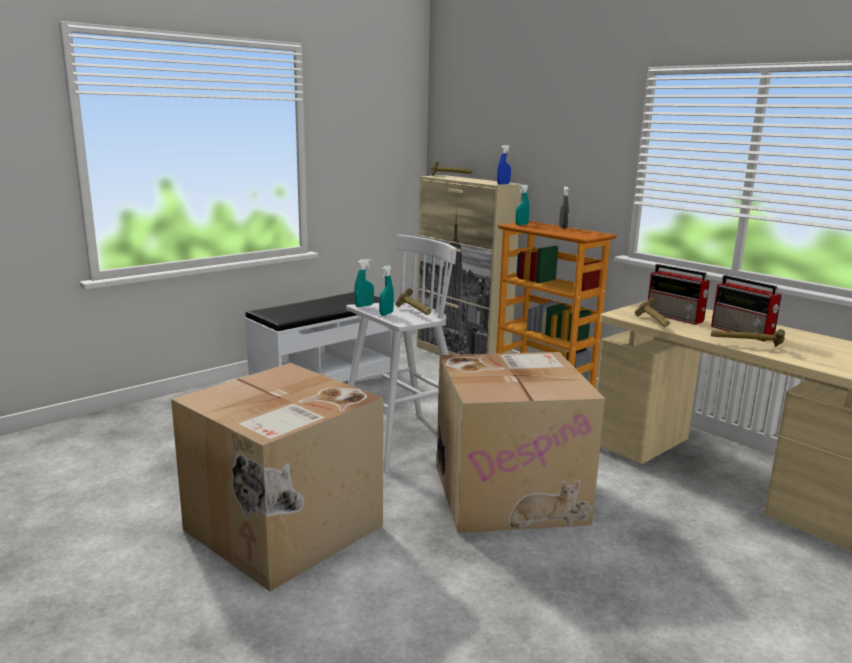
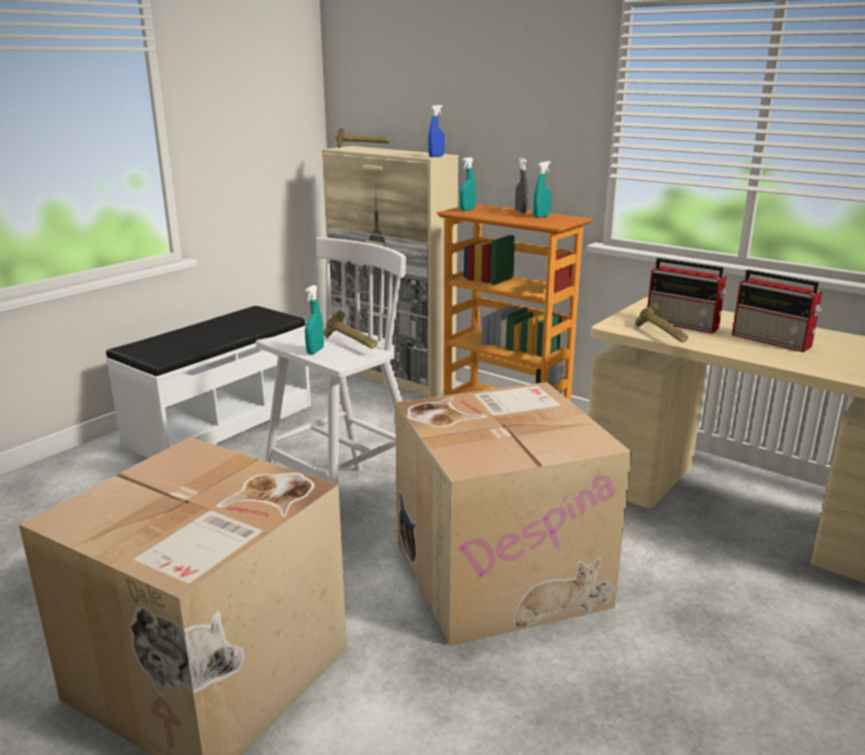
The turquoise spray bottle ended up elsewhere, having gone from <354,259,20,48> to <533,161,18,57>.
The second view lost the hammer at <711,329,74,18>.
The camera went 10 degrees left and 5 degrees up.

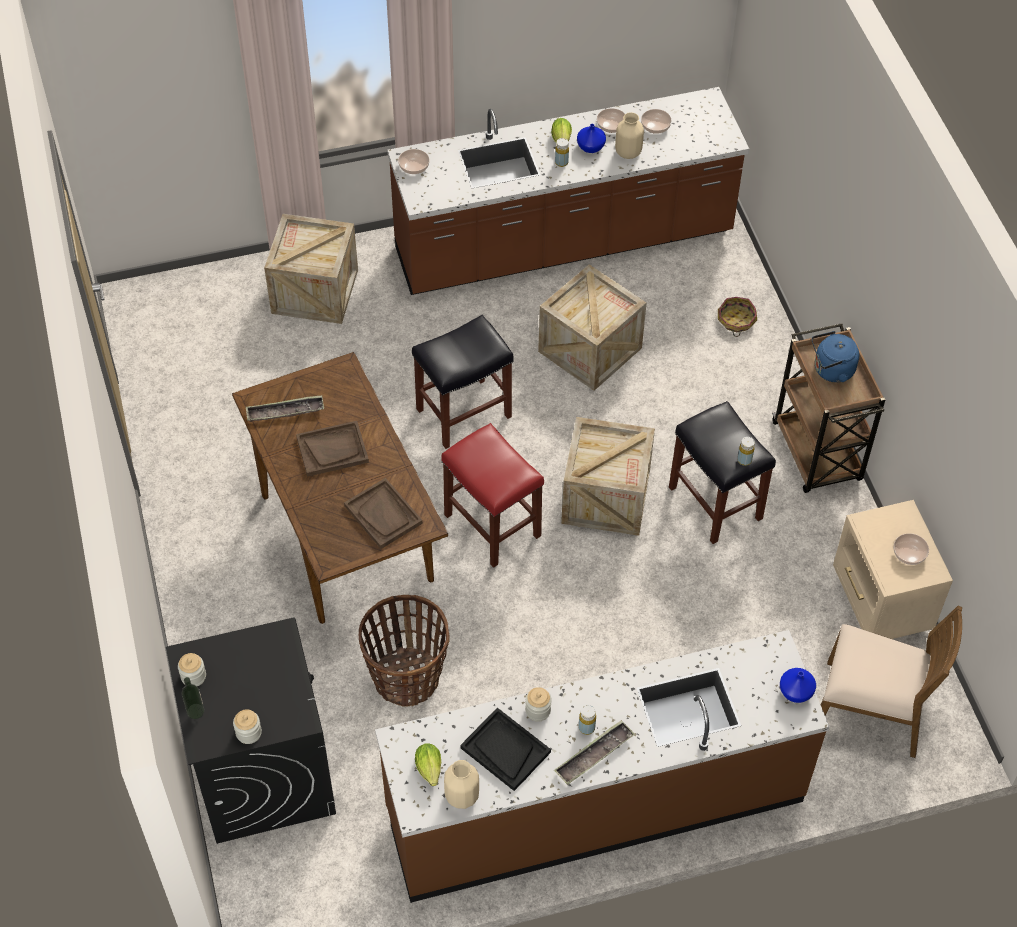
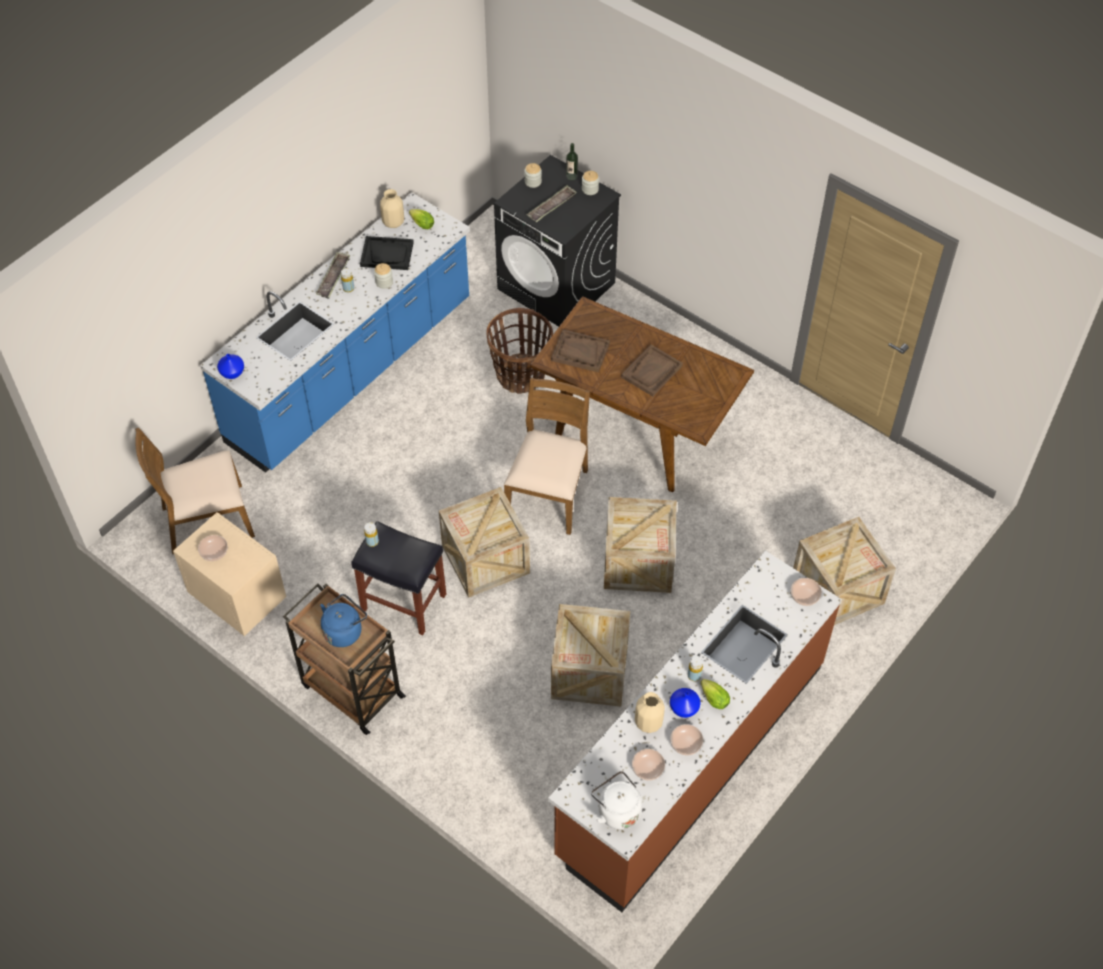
The tray ended up elsewhere, having gone from <246,395,78,27> to <526,185,51,37>.
What was the brown counter at <375,630,455,273> turned into the blue counter at <200,192,270,281>.
Where the black stool stood at <412,315,102,134>, the crate came to stand at <604,497,73,96>.
Where the red stool stood at <441,423,103,145>, the brown chair came to stand at <504,378,86,157>.
The second view lost the basket at <718,297,39,40>.
The second view gained the white kettle at <591,771,51,59>.
The camera went 145 degrees right and 0 degrees up.

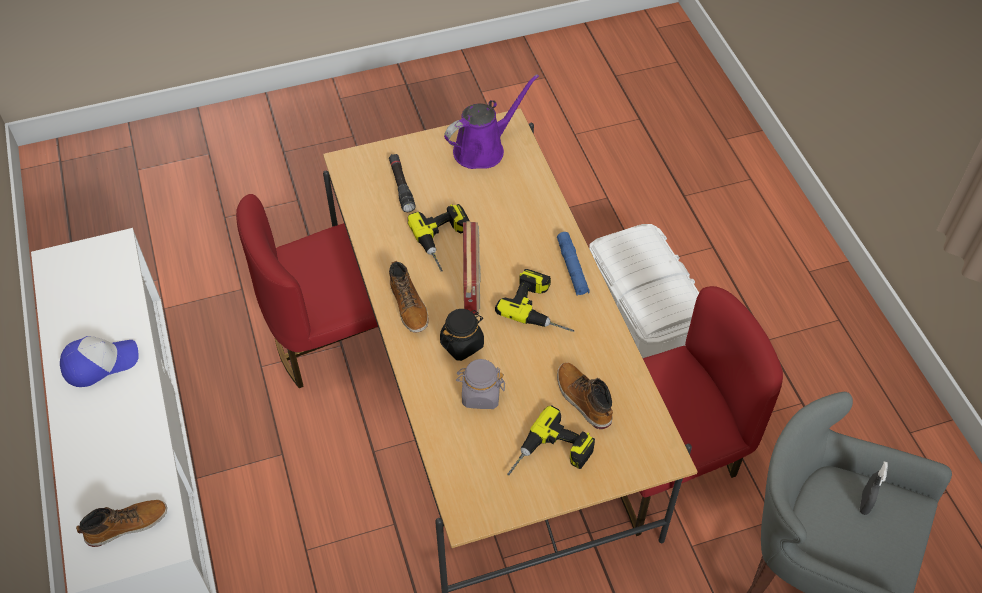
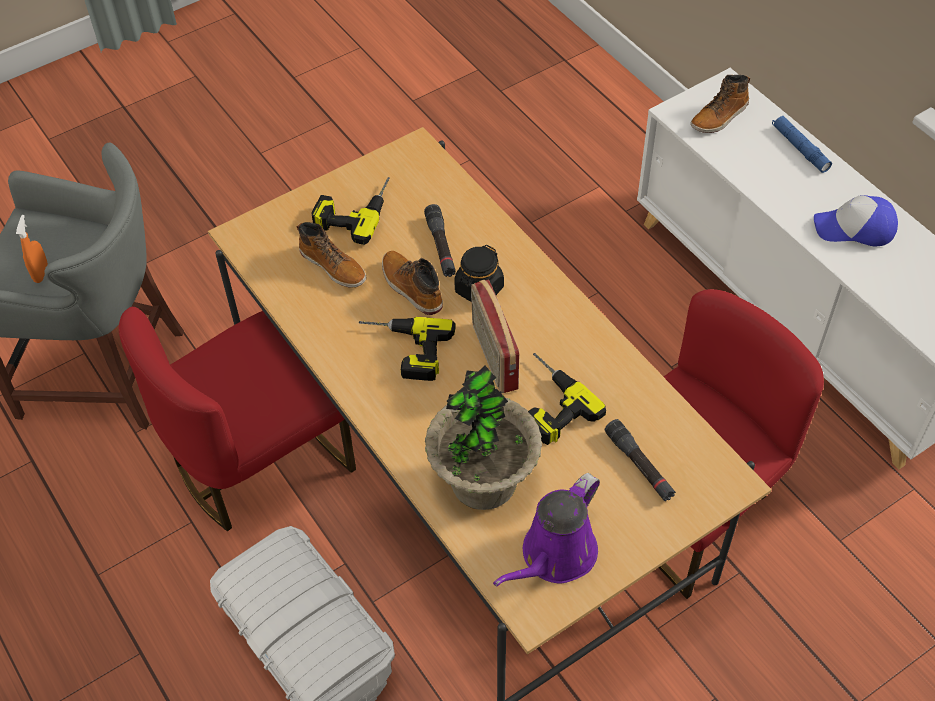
The cap at <60,336,78,51> ended up facing another way, 45 degrees clockwise from before.
The boot ended up elsewhere, having gone from <389,260,39,73> to <382,251,61,64>.
Where the grey jar stood at <456,359,49,50>, the black flashlight came to stand at <424,204,32,73>.
The blue flashlight ended up elsewhere, having gone from <557,232,33,64> to <772,116,60,57>.
What was the grey spray bottle at <860,462,28,53> turned into the orange spray bottle at <16,215,32,68>.
The second view gained the potted plant at <425,366,117,144>.
The camera went 165 degrees right and 0 degrees up.

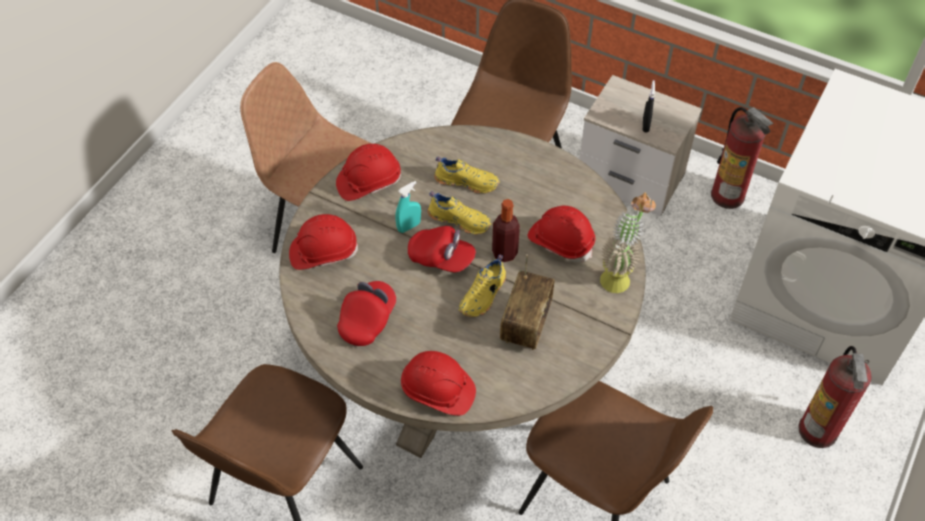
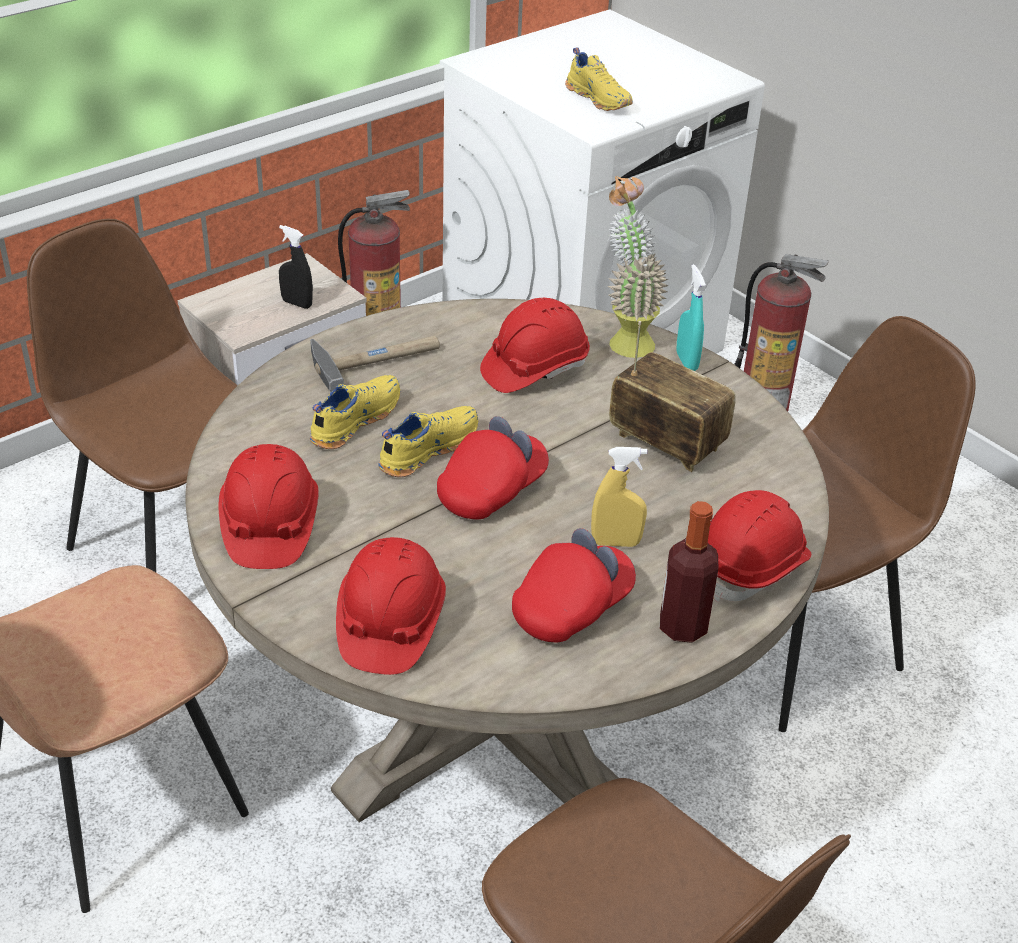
The red cap at <337,281,59,65> ended up facing another way, 90 degrees clockwise from before.
The turquoise spray bottle ended up elsewhere, having gone from <395,181,26,52> to <676,264,30,107>.
The yellow shoe ended up elsewhere, having gone from <459,255,47,62> to <565,47,68,64>.
The bottle ended up elsewhere, having gone from <492,199,28,63> to <660,501,58,142>.
The second view gained the hammer at <310,336,130,56>.
The second view gained the yellow spray bottle at <591,447,56,100>.
The camera went 70 degrees left and 15 degrees down.

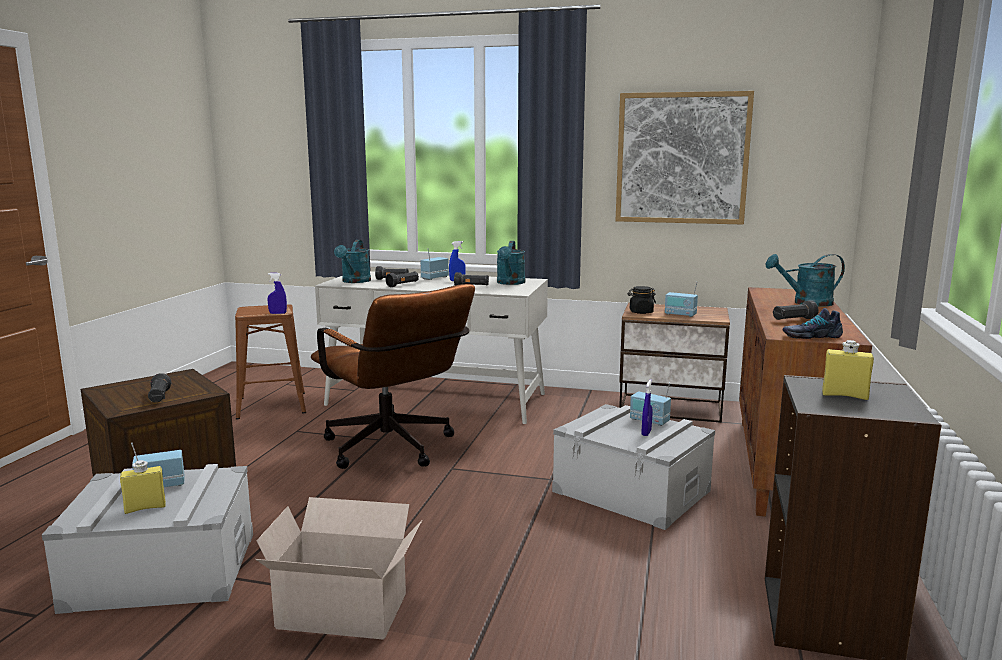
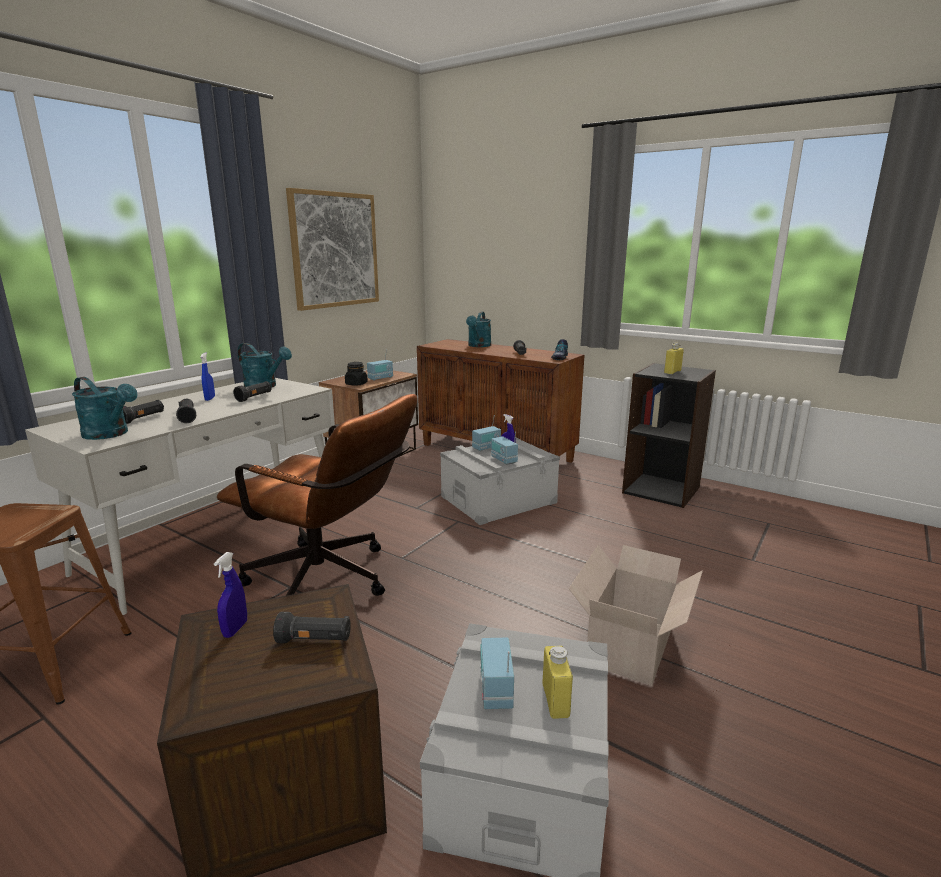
The blue spray bottle ended up elsewhere, having gone from <267,273,20,41> to <214,552,33,86>.
The brown office chair at <311,284,164,185> ended up facing another way, 45 degrees clockwise from before.
The radio ended up elsewhere, having gone from <420,248,29,32> to <491,432,27,33>.
The camera went 70 degrees left and 5 degrees up.

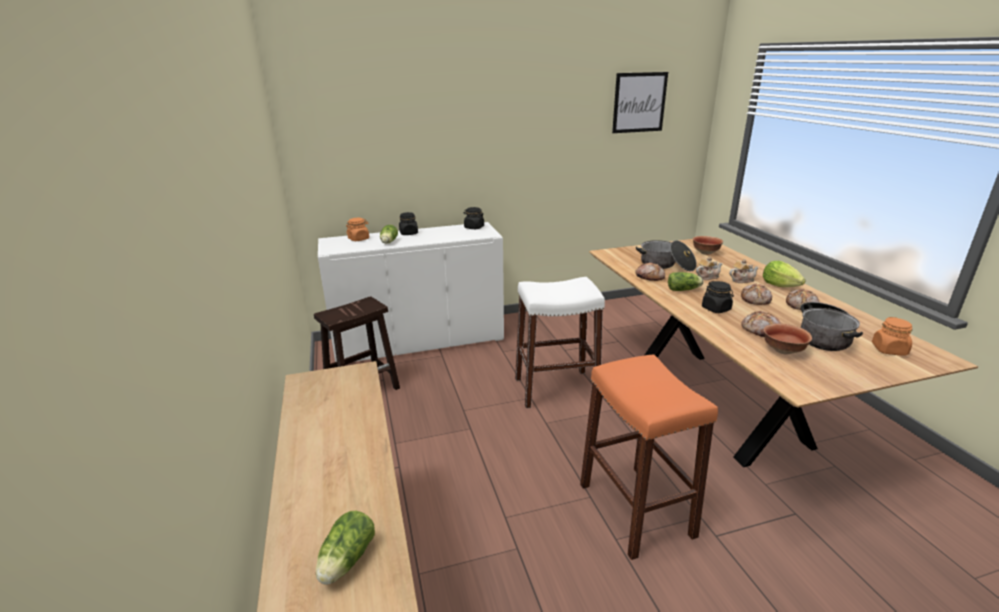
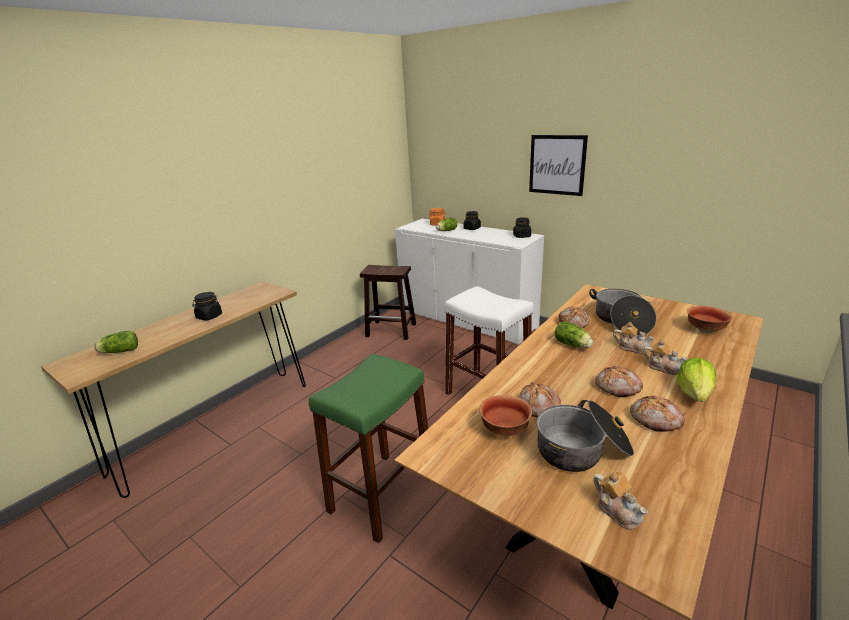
What was the orange stool at <580,354,138,206> turned into the green stool at <309,354,120,189>.
The picture ended up elsewhere, having gone from <612,72,56,61> to <529,135,59,61>.
The black jar ended up elsewhere, having gone from <702,281,32,32> to <192,292,30,29>.
Where the orange jar stood at <872,317,40,38>, the teapot came to stand at <593,471,55,59>.
The camera went 55 degrees right and 0 degrees up.

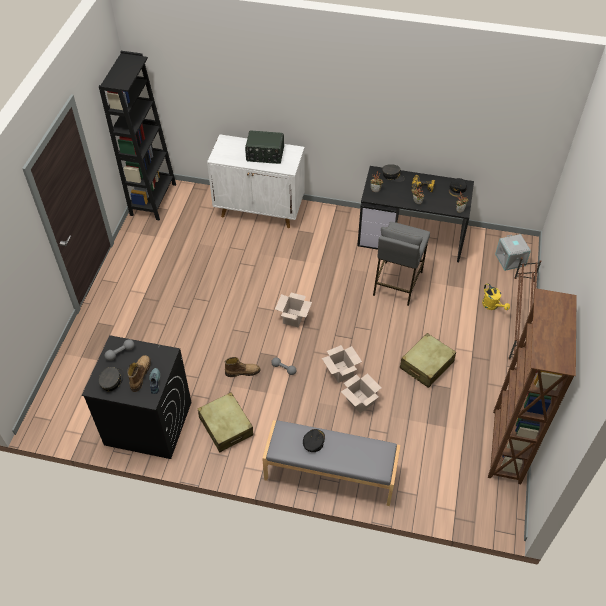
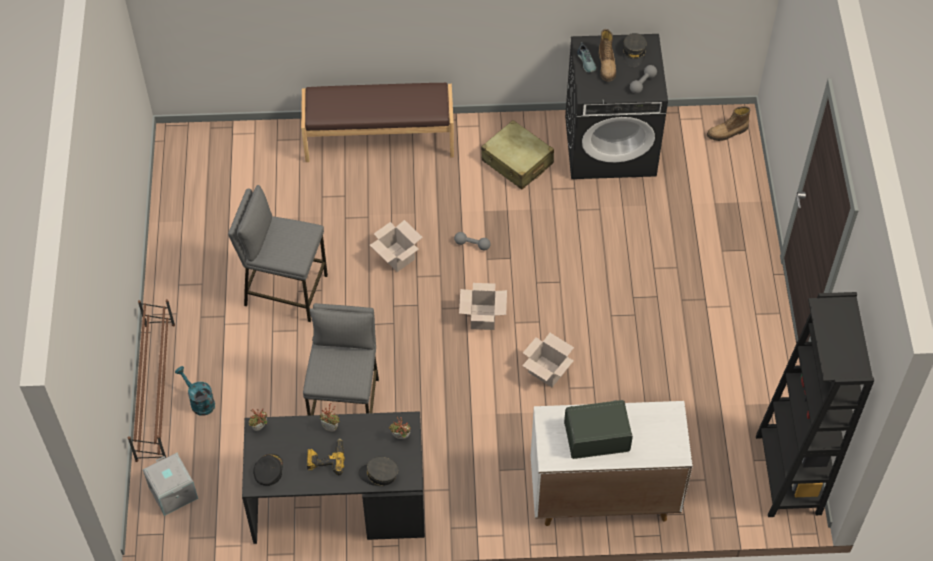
The boot ended up elsewhere, having gone from <225,357,36,20> to <707,106,43,35>.
What was the grey bench at <262,420,138,86> turned into the brown bench at <301,83,153,79>.
The second view lost the black cap at <303,429,22,23>.
The cardboard box ended up elsewhere, having gone from <341,374,41,39> to <522,333,52,54>.
Where the beige suitcase stood at <400,333,56,55>, the grey stool came to stand at <228,185,100,137>.
What was the yellow watering can at <482,283,28,27> turned into the turquoise watering can at <175,366,40,50>.
The second view lost the brown bookcase at <488,288,89,196>.
The camera went 165 degrees right and 5 degrees up.

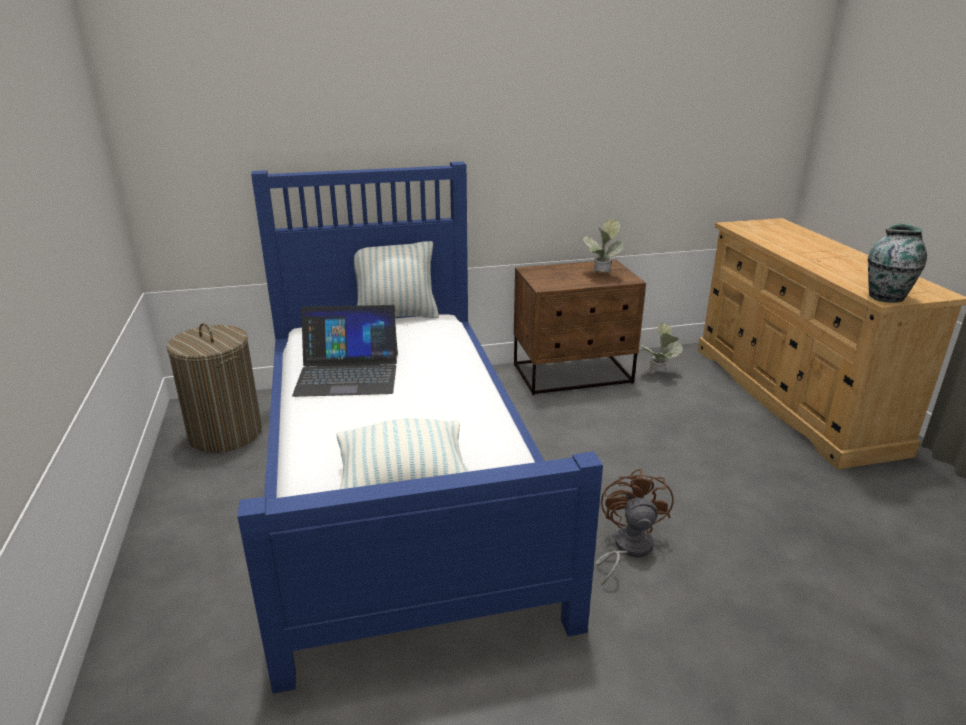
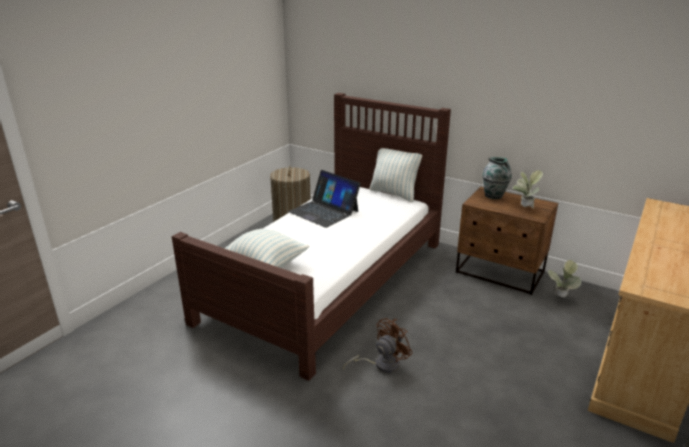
What was the blue bed at <237,162,366,532> turned into the brown bed at <171,93,280,288>.
The vase ended up elsewhere, having gone from <868,224,59,79> to <482,157,30,42>.
The camera went 45 degrees right and 0 degrees up.

